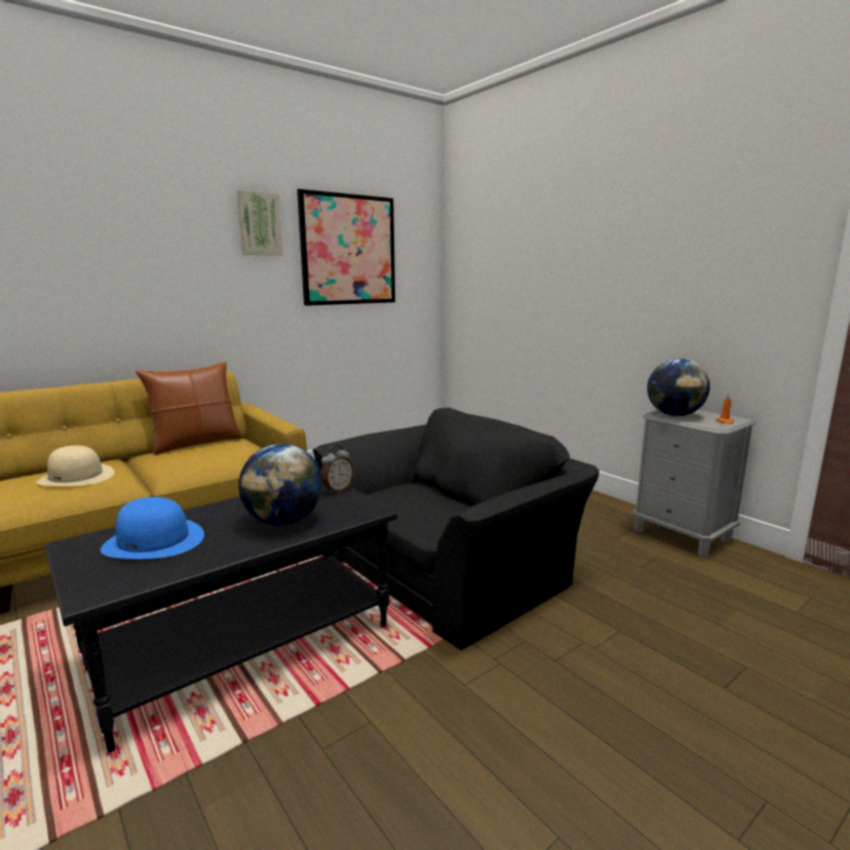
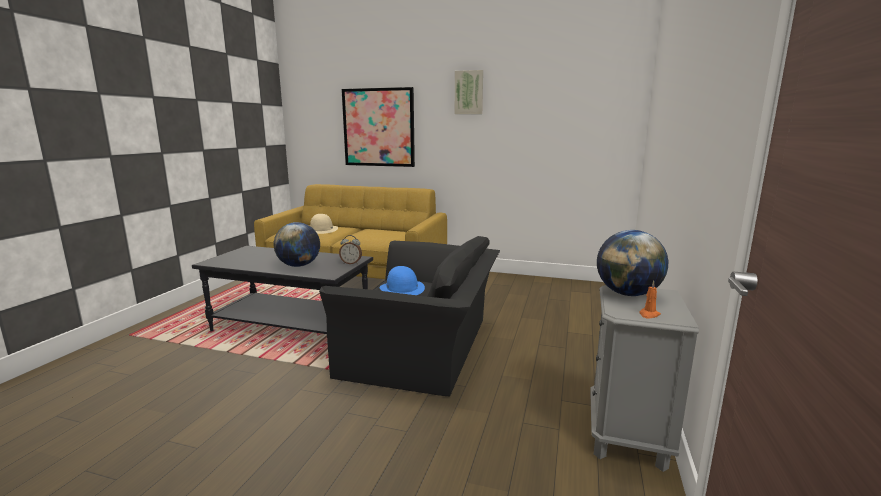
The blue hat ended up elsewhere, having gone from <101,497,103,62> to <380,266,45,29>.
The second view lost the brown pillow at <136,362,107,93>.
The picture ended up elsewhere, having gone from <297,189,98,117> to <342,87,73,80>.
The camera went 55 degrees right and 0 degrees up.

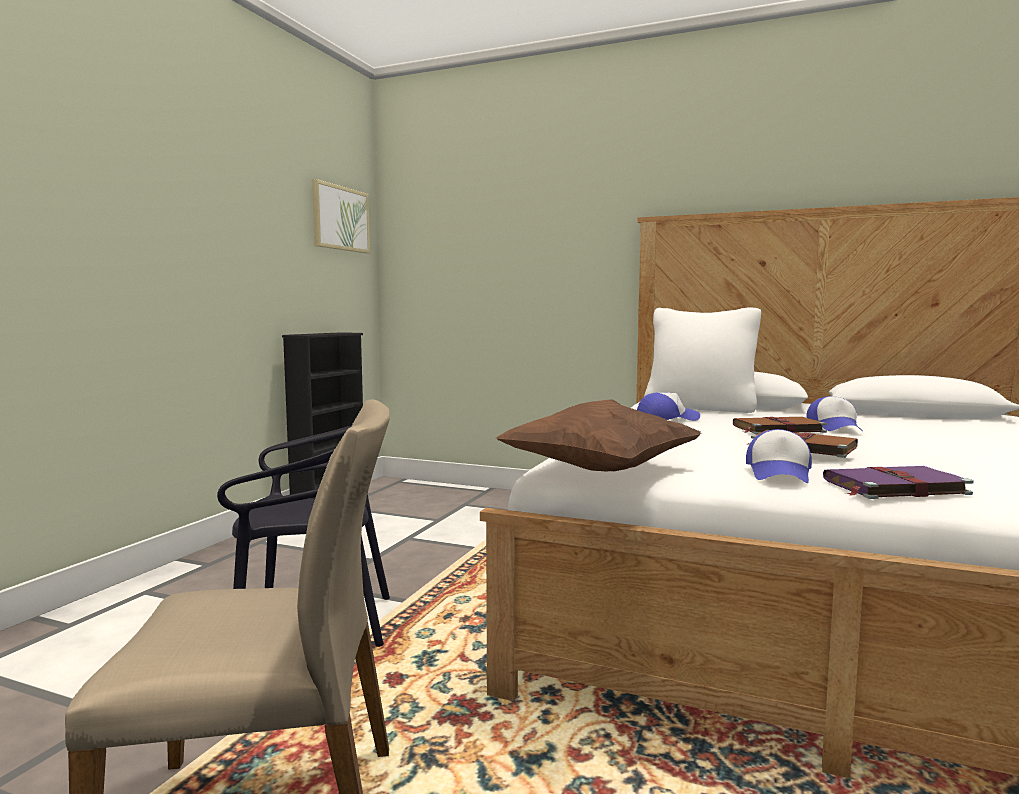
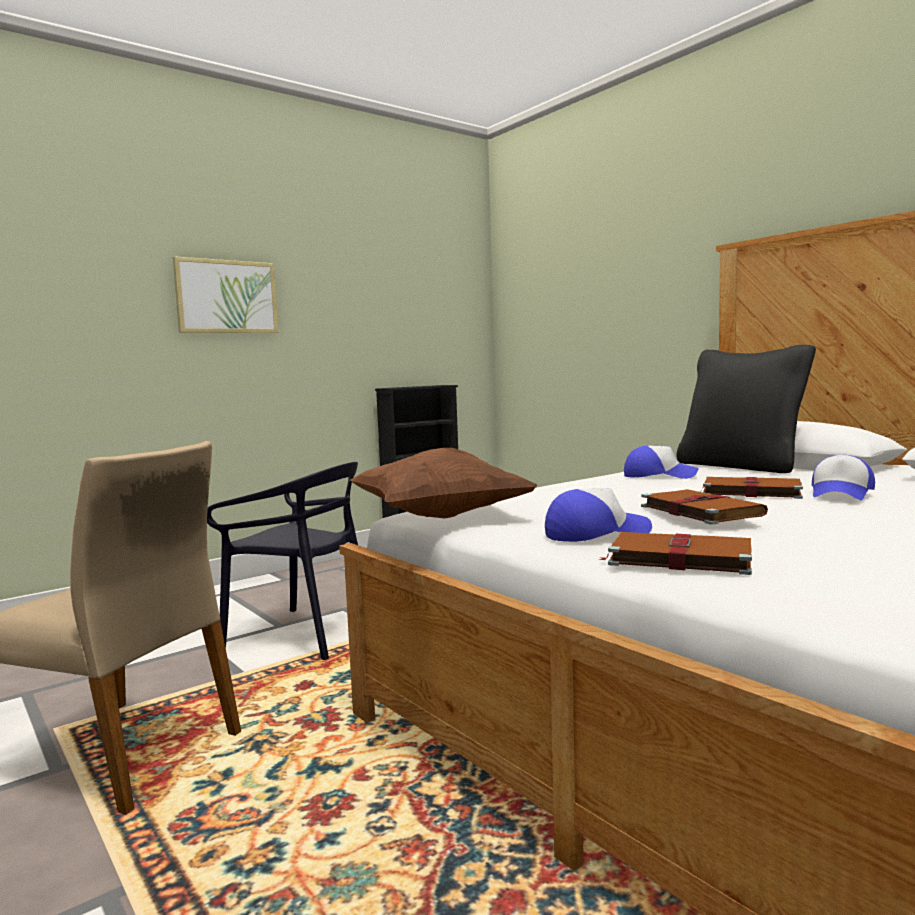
The picture ended up elsewhere, having gone from <312,179,58,75> to <173,256,105,77>.
What was the white pillow at <644,308,117,105> turned into the black pillow at <676,345,140,128>.
The cap at <746,429,66,54> ended up facing another way, 150 degrees counterclockwise from before.
What was the purple book at <823,466,151,33> turned into the brown book at <599,532,153,43>.
The camera went 30 degrees right and 0 degrees up.

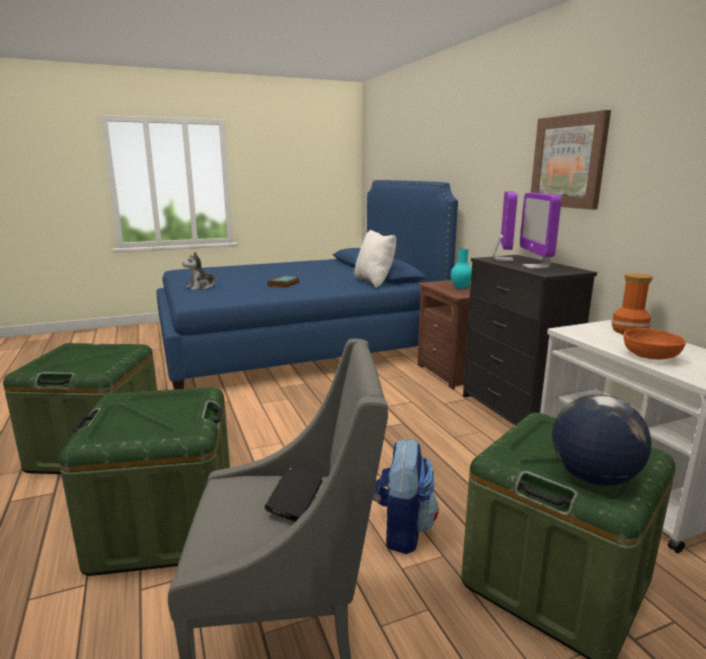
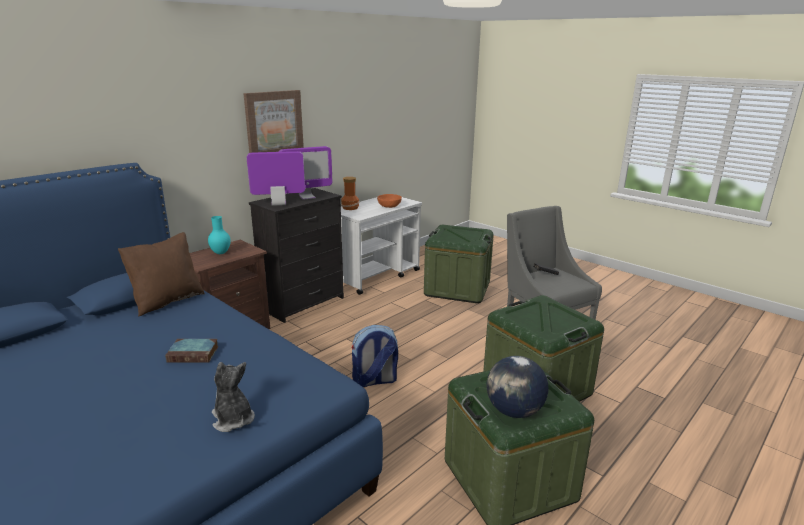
The plush toy at <182,252,36,38> ended up facing another way, 150 degrees counterclockwise from before.
What was the white pillow at <354,230,42,58> turned into the brown pillow at <118,232,87,85>.
The backpack ended up elsewhere, having gone from <372,439,67,115> to <351,325,47,62>.
The globe ended up elsewhere, having gone from <552,394,99,92> to <486,356,62,62>.
The camera went 115 degrees left and 5 degrees up.

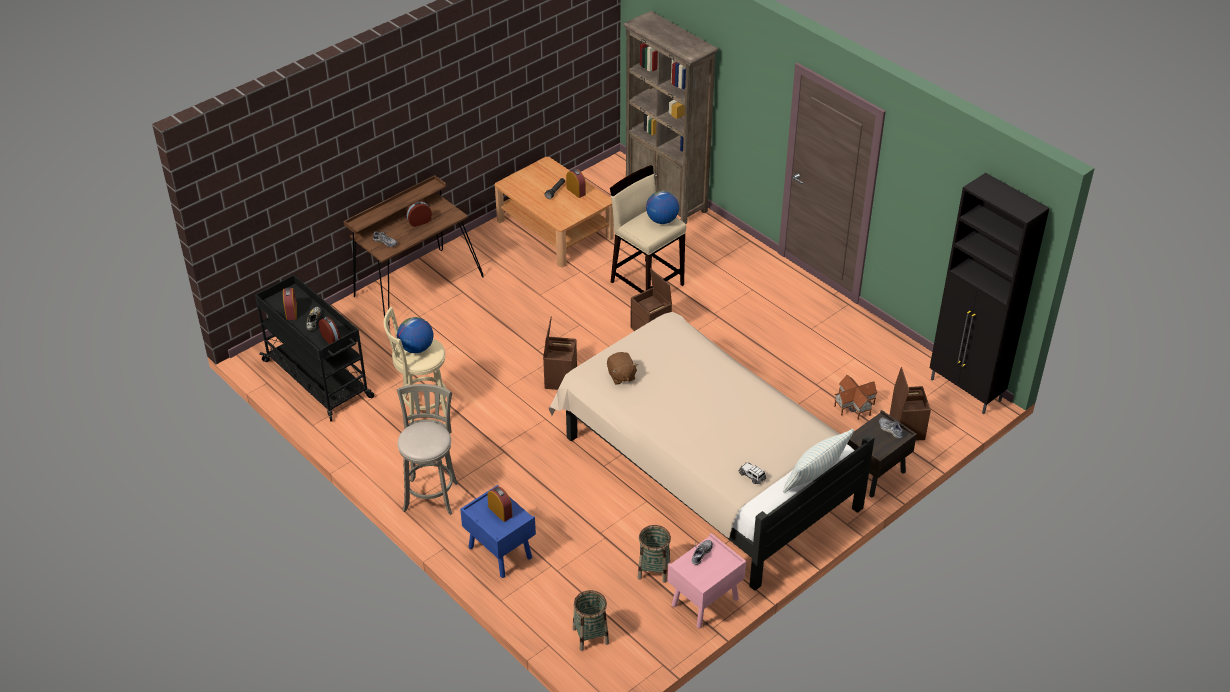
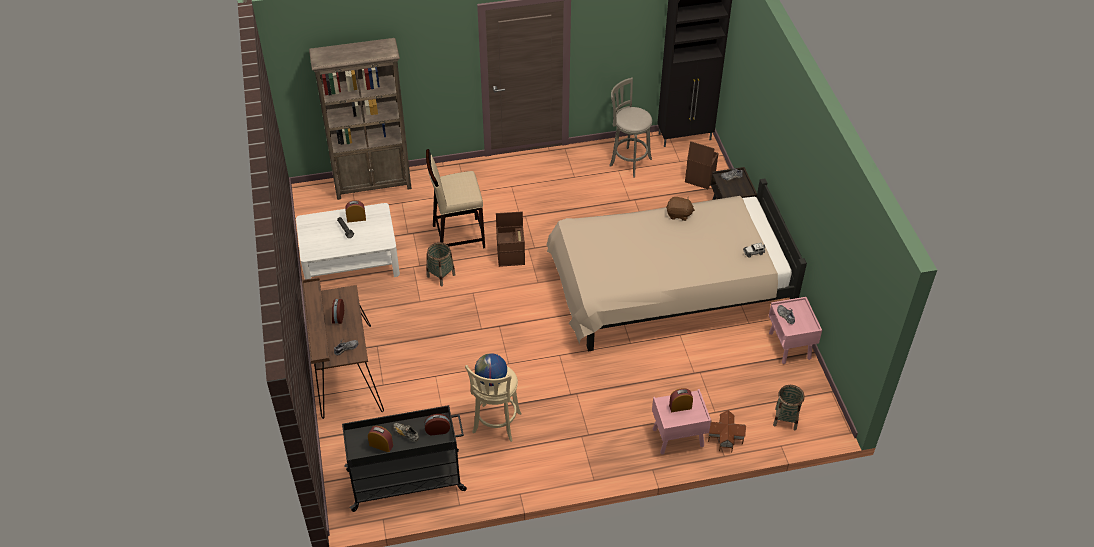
The grey stool ended up elsewhere, having gone from <397,384,62,131> to <609,77,43,101>.
What was the blue nightstand at <460,485,76,93> turned into the pink nightstand at <652,389,59,65>.
What was the brown coffee table at <495,157,119,110> turned into the white coffee table at <296,203,104,76>.
The second view lost the brown storage box at <543,316,34,74>.
The brown plush toy ended up elsewhere, having gone from <607,352,31,33> to <666,197,29,24>.
The basket ended up elsewhere, having gone from <638,525,33,58> to <427,242,29,44>.
The second view lost the globe at <646,191,33,33>.
The second view lost the pillow at <783,429,71,64>.
The toy house ended up elsewhere, having gone from <834,375,44,45> to <708,410,38,43>.
The camera went 60 degrees left and 5 degrees up.

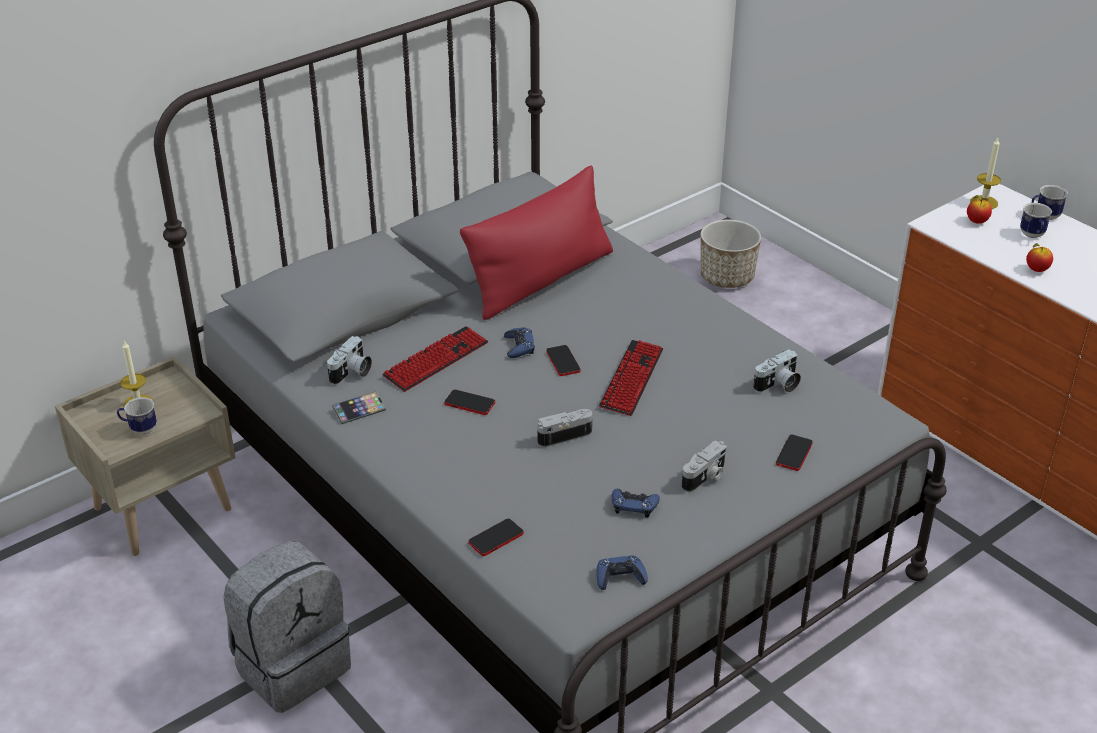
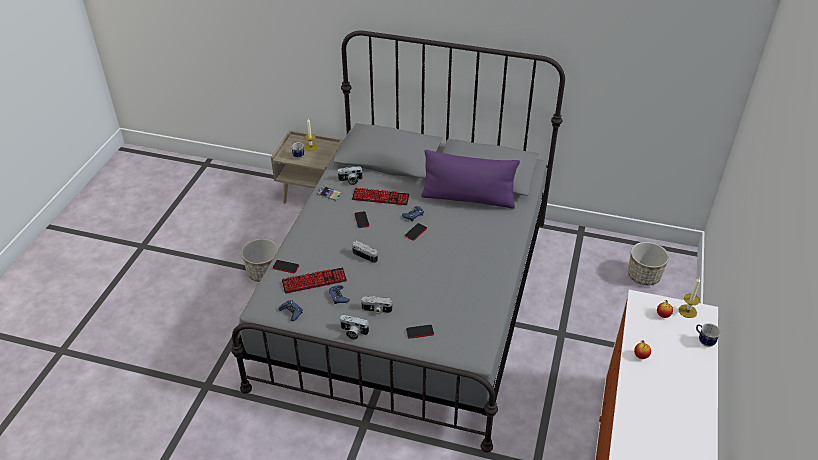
Where the grey backpack stood at <223,541,128,172>, the planter came to stand at <241,239,38,43>.
What was the red pillow at <460,165,153,155> turned into the purple pillow at <421,150,99,59>.
The keyboard ended up elsewhere, having gone from <599,340,64,76> to <282,267,65,27>.
The photo camera ended up elsewhere, having gone from <753,349,48,43> to <340,315,29,25>.
The second view lost the mug at <1020,203,32,35>.
The camera went 55 degrees right and 5 degrees up.

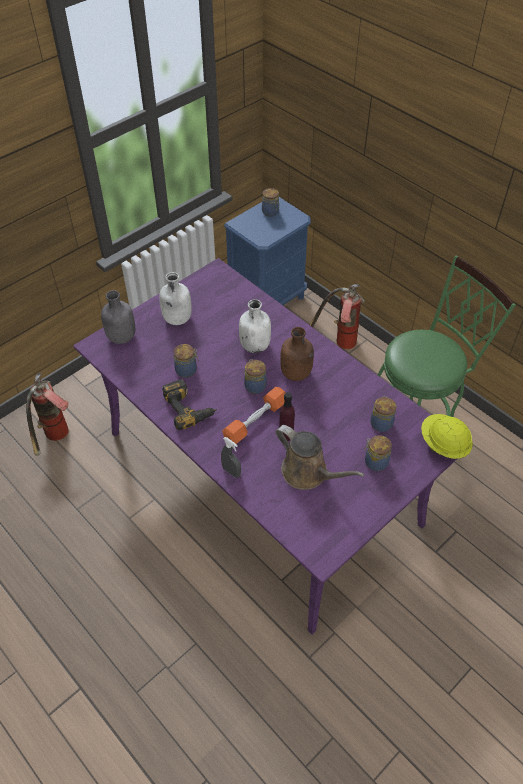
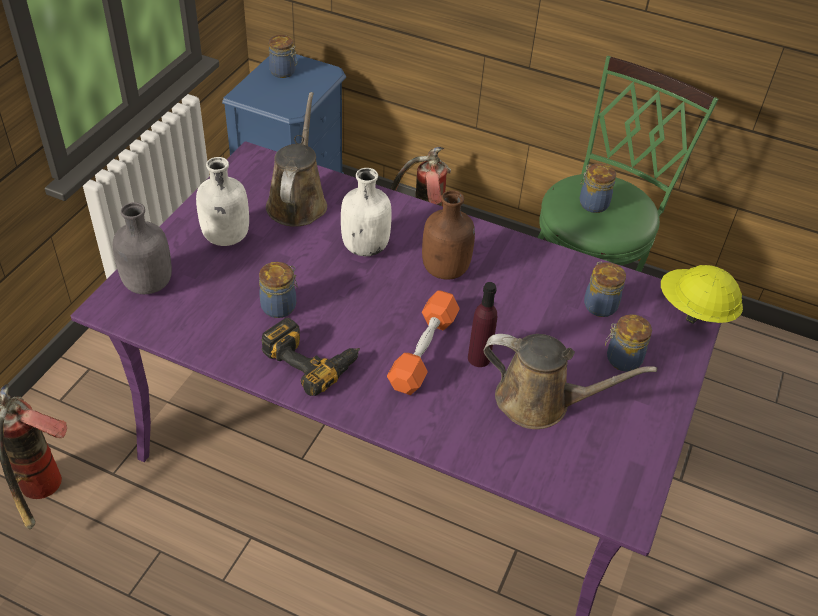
The second view lost the grey spray bottle at <221,437,20,41>.
The jar ended up elsewhere, having gone from <244,359,23,35> to <580,163,36,50>.
The second view gained the brown watering can at <266,92,61,135>.
The camera went 25 degrees left and 5 degrees down.

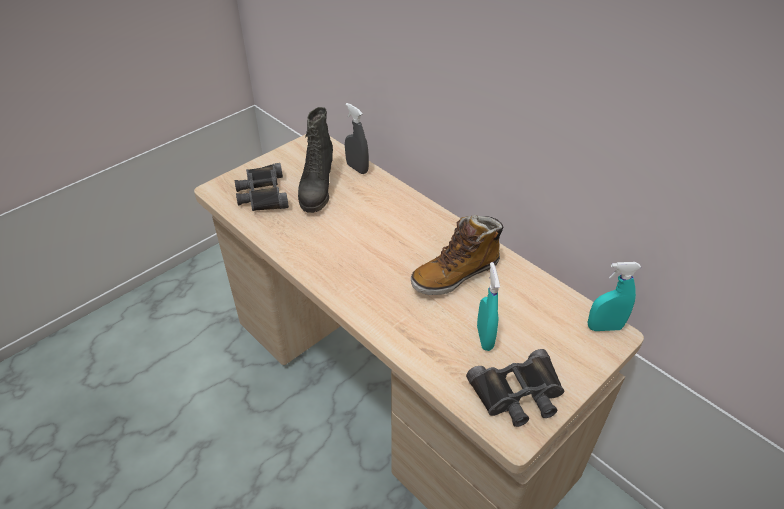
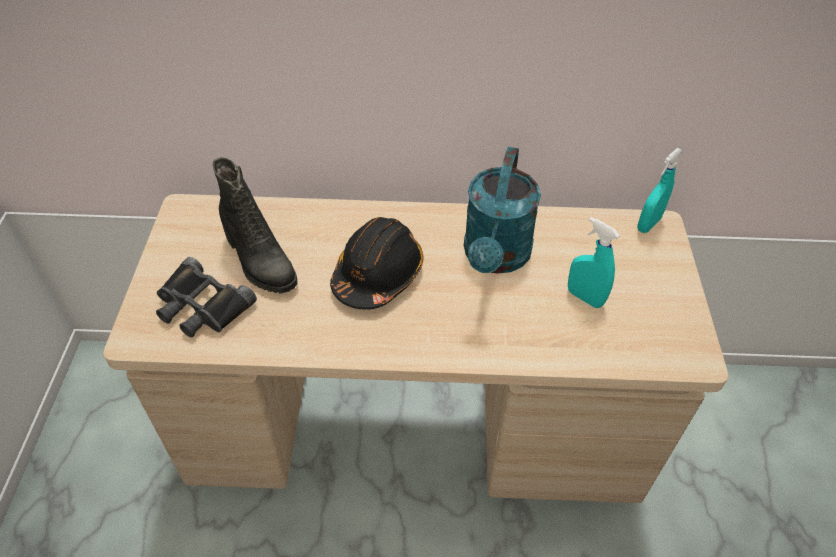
The second view lost the grey spray bottle at <345,103,24,71>.
Where the boot stood at <411,215,92,80>, the turquoise watering can came to stand at <464,147,77,127>.
The second view lost the black binoculars at <466,349,98,78>.
The second view gained the black hard hat at <330,217,93,93>.
The camera went 45 degrees left and 5 degrees up.

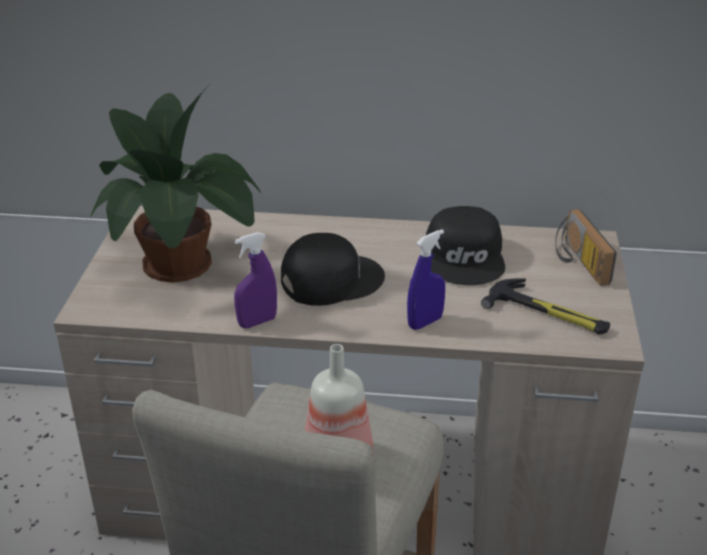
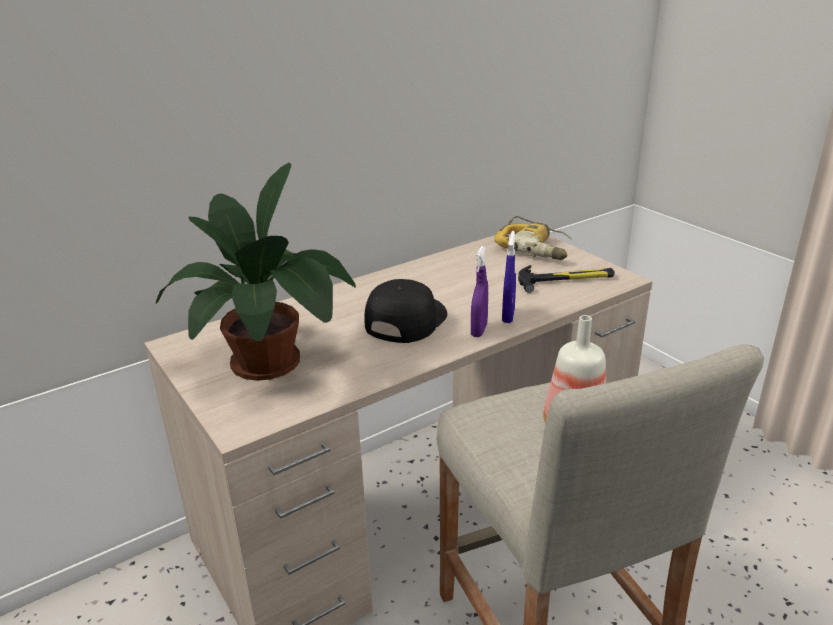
The purple spray bottle ended up elsewhere, having gone from <234,232,43,96> to <471,246,17,91>.
The second view lost the black cap at <426,206,79,79>.
Where the radio stood at <556,209,61,77>, the power drill came to stand at <494,216,78,44>.
The camera went 40 degrees left and 5 degrees down.

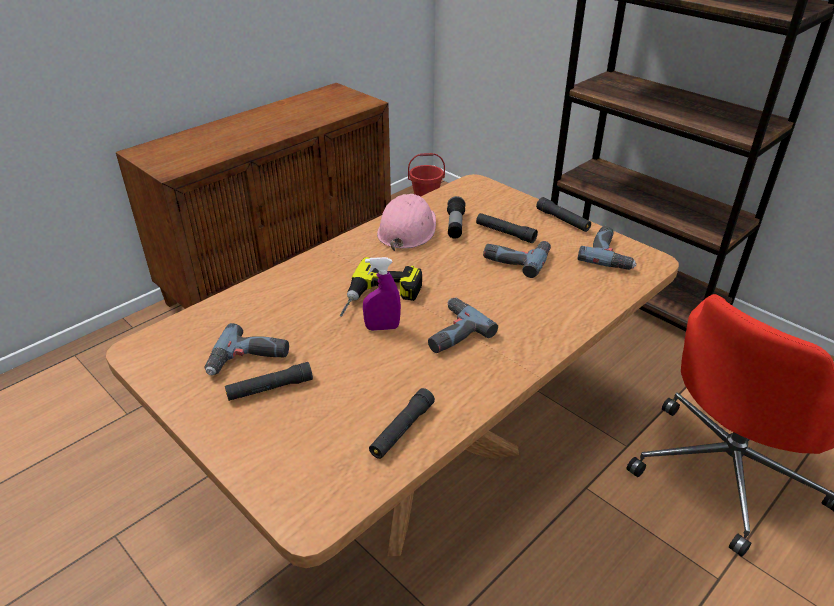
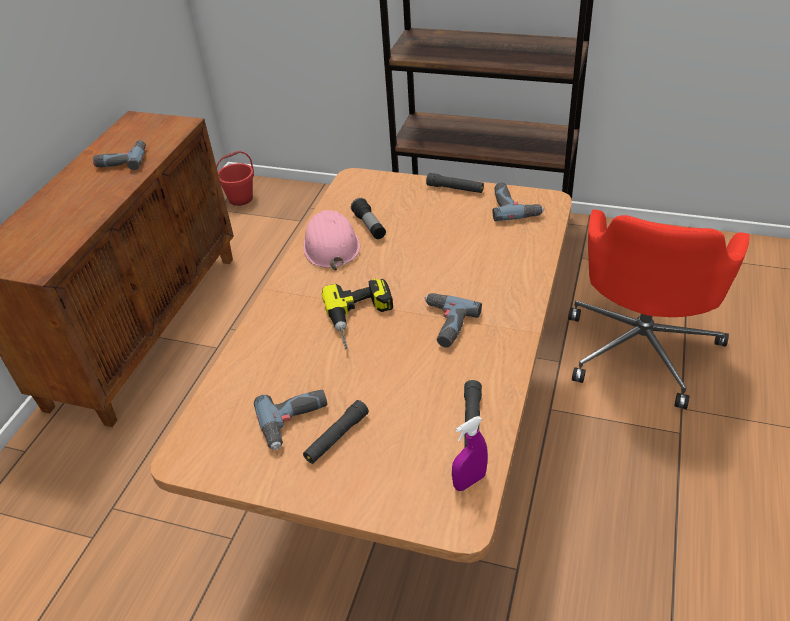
The purple spray bottle ended up elsewhere, having gone from <363,257,38,74> to <452,416,36,75>.
The second view lost the black flashlight at <476,213,62,30>.
The power drill ended up elsewhere, having gone from <483,241,68,37> to <93,140,53,30>.
The camera went 25 degrees left and 5 degrees up.

